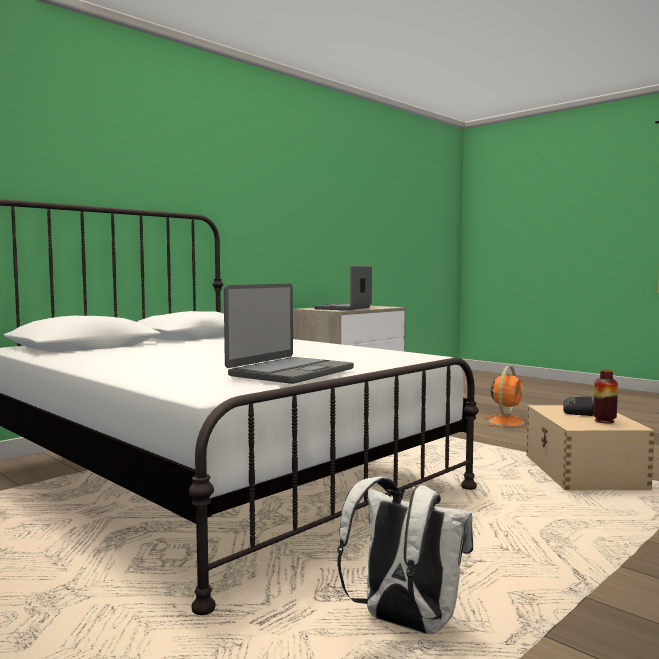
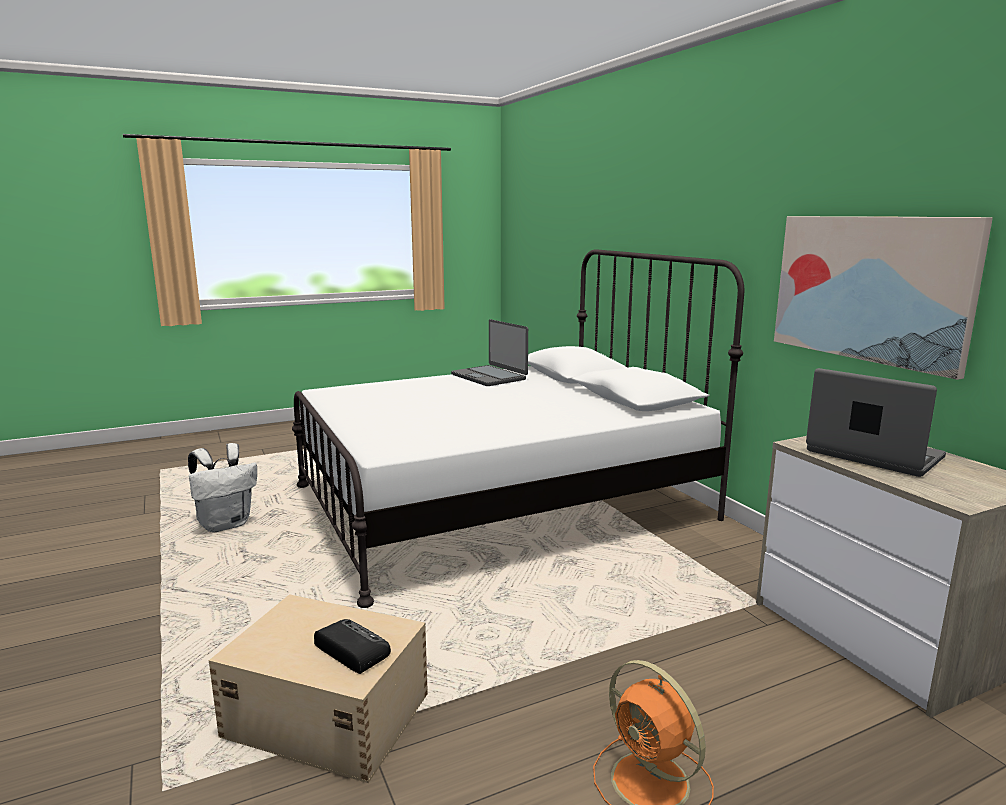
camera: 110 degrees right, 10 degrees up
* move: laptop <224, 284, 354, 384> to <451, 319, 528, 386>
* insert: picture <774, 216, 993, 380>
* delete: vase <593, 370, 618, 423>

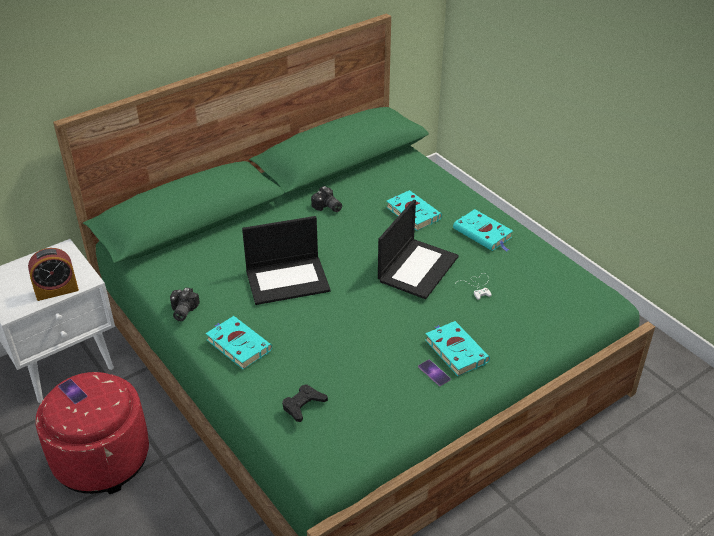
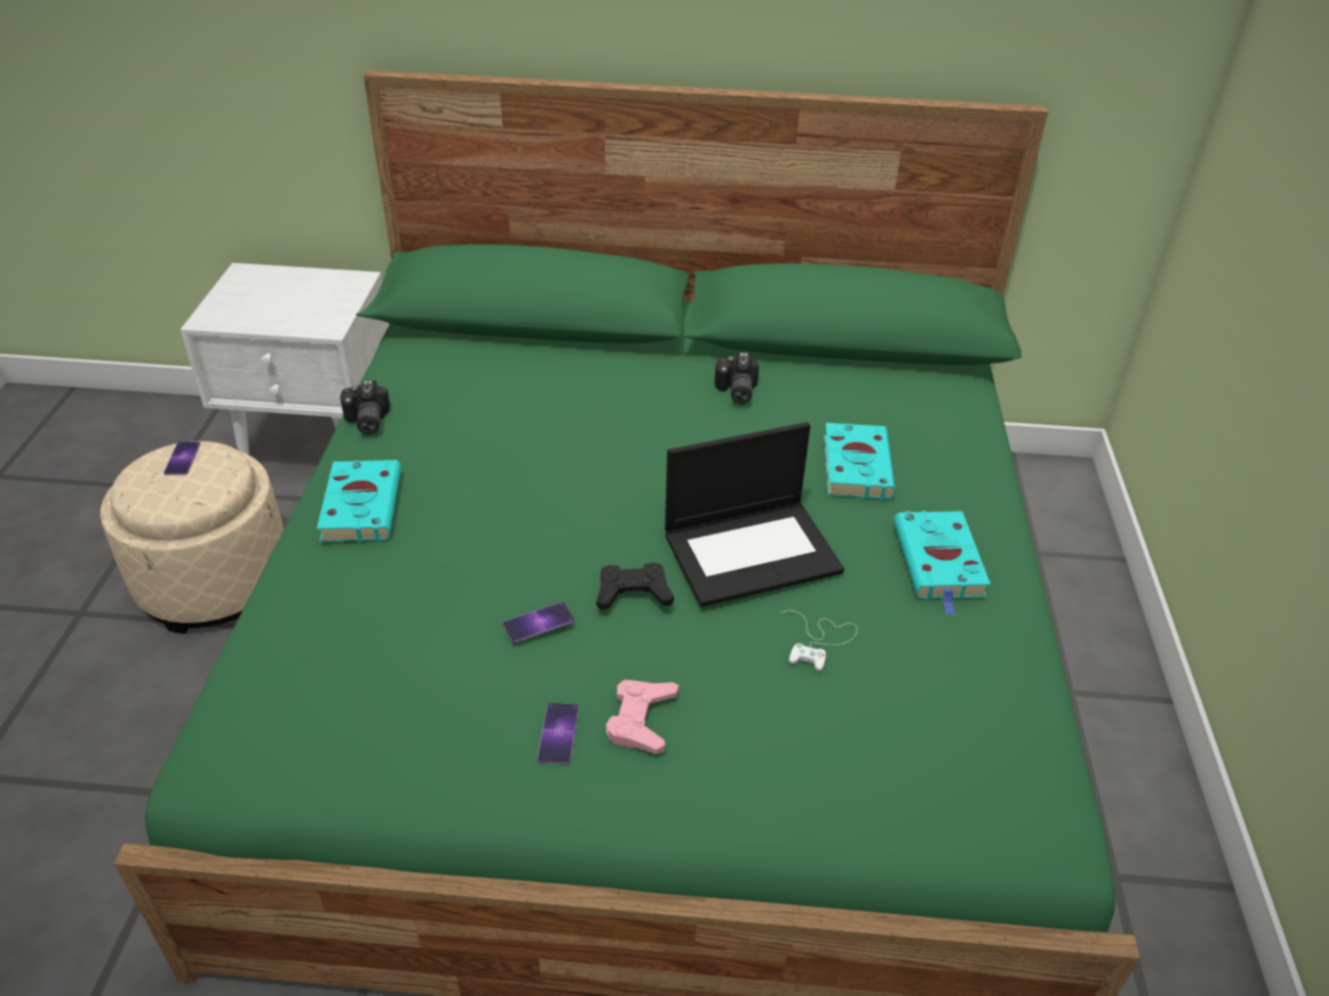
camera: 40 degrees right, 0 degrees up
* recolor: ottoman in red <36, 372, 149, 494> to ottoman in beige <100, 441, 284, 634>
* rotate: photo camera <170, 287, 200, 321> = <340, 380, 390, 435> 60 degrees counterclockwise
* insert: phone <503, 602, 574, 643>
* move: game controller in black <282, 384, 328, 422> to <596, 562, 674, 610>
* replace: book in turquoise <425, 321, 490, 376> to game controller in pink <606, 680, 679, 754>
* delete: alarm clock <28, 248, 79, 301>
* delete: laptop <242, 216, 331, 305>

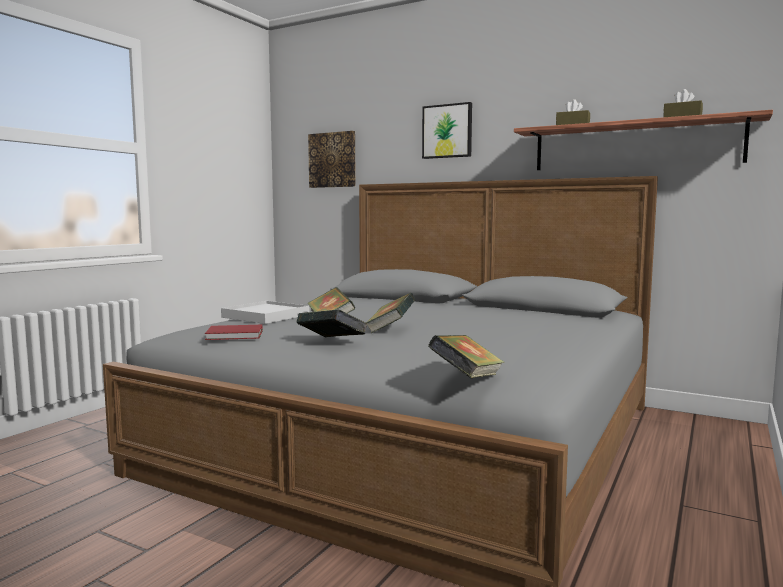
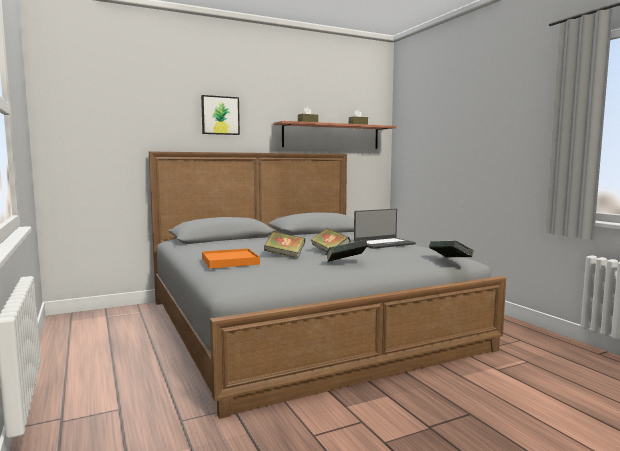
camera: 55 degrees left, 0 degrees up
* recolor: tray in white <221, 301, 309, 324> to tray in orange <202, 248, 260, 269>
* insert: laptop <354, 209, 416, 249>
* delete: book in red <205, 325, 263, 340>
* delete: picture <308, 131, 356, 188>

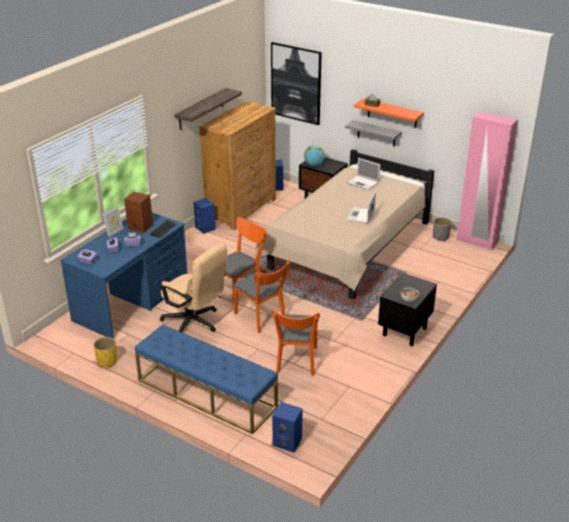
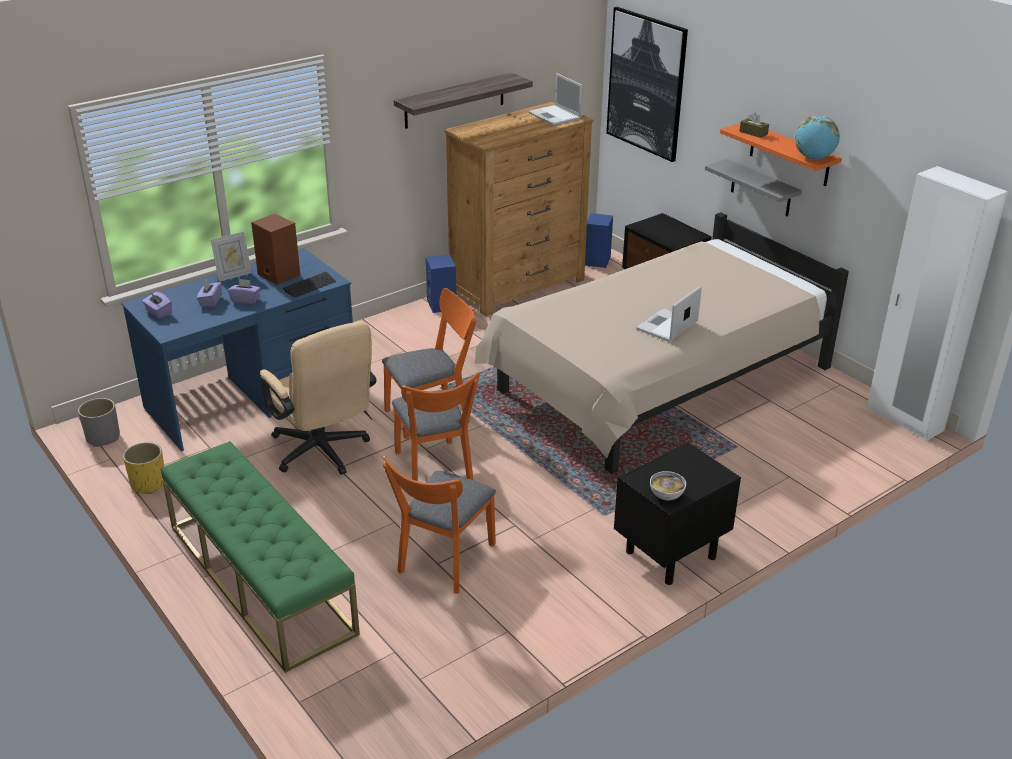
camera: 20 degrees right, 0 degrees up
* move: planter in grey <433, 217, 452, 242> to <78, 398, 120, 447>
* recolor: bench in blue <135, 324, 278, 434> to bench in green <161, 441, 360, 673>
* move: laptop <347, 158, 381, 190> to <528, 73, 583, 126>
* move: globe <304, 145, 325, 166> to <795, 115, 840, 159>
* recolor: wardrobe in pink <457, 111, 518, 250> to wardrobe in white <867, 166, 1008, 441>
* delete: speaker in blue <272, 402, 303, 453>

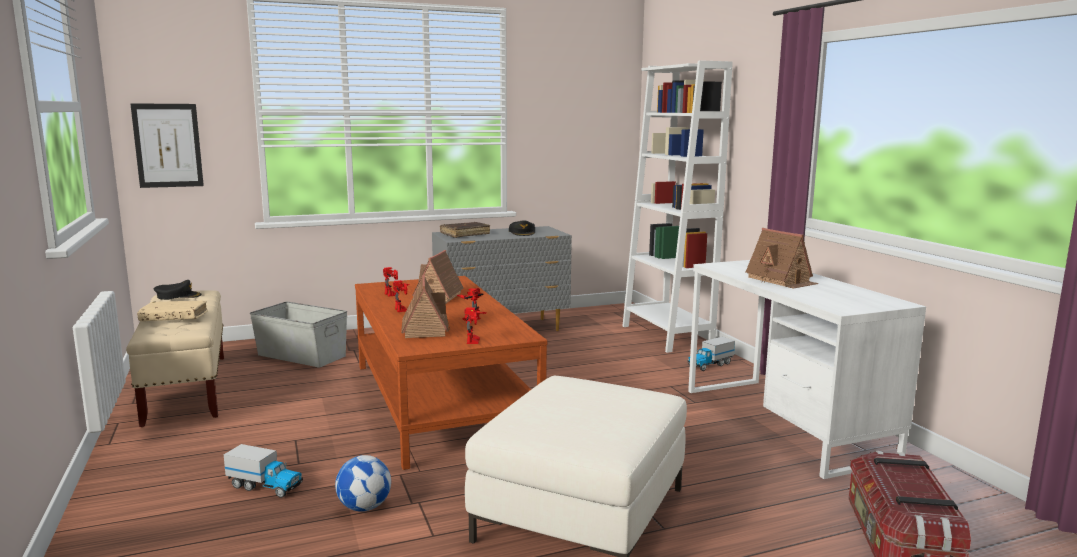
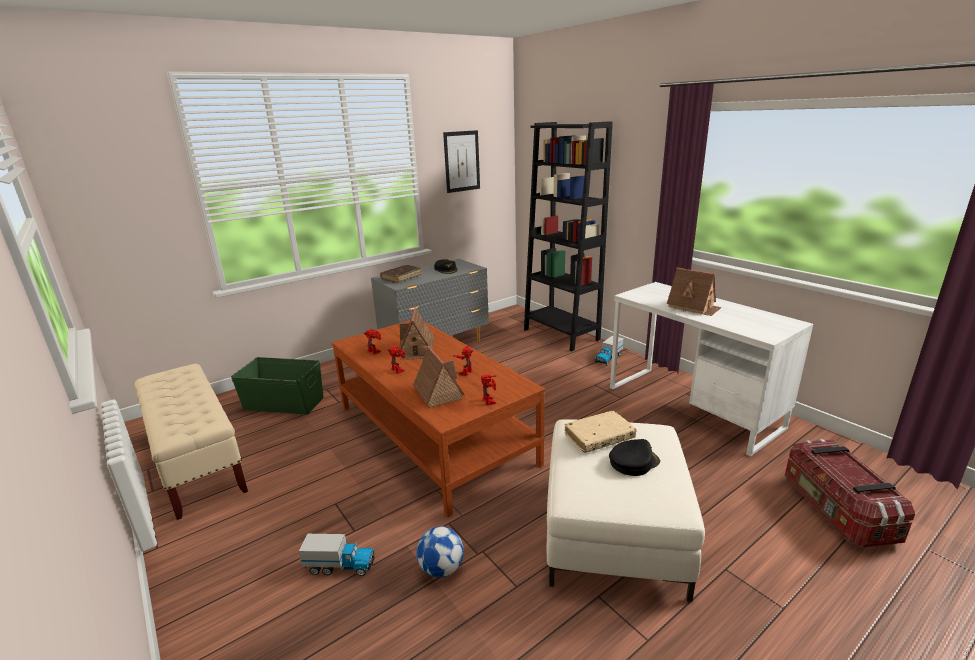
camera: 15 degrees left, 10 degrees up
* recolor: storage box in grey <250, 302, 348, 368> to storage box in green <231, 357, 323, 415>
* move: picture <131, 103, 204, 188> to <443, 130, 480, 193>
* recolor: bookcase in white <622, 61, 733, 353> to bookcase in black <524, 121, 613, 351>
* move: book in beige <137, 300, 208, 321> to <564, 411, 636, 453>
* move: cap in black <154, 280, 202, 300> to <609, 439, 660, 476>

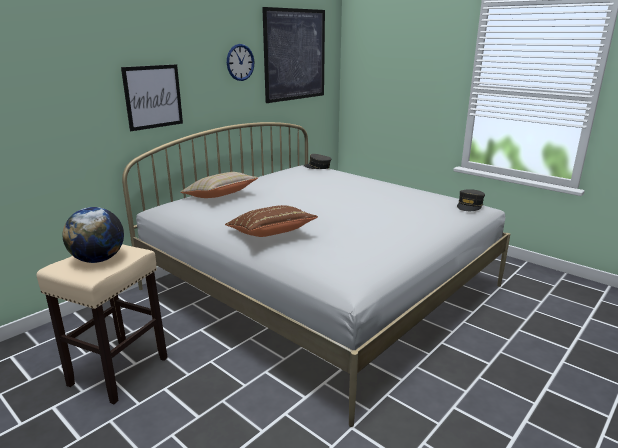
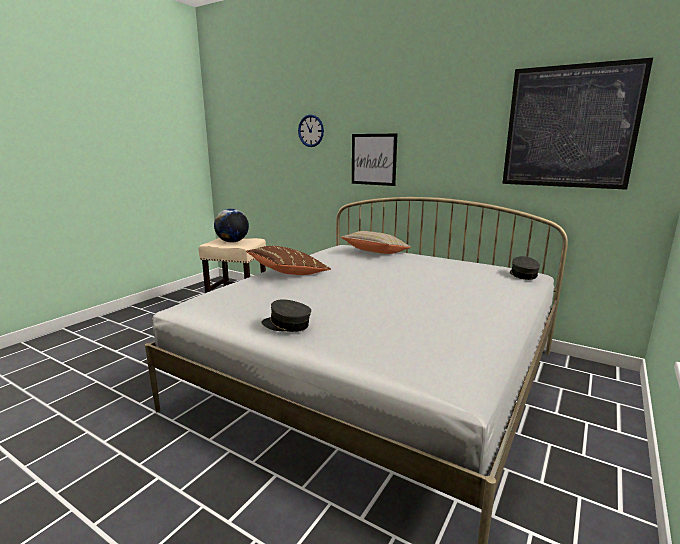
camera: 80 degrees right, 5 degrees down
* move: cap in grey <457, 189, 485, 211> to <261, 299, 311, 332>
* move: wall clock <227, 44, 254, 81> to <298, 115, 324, 147>

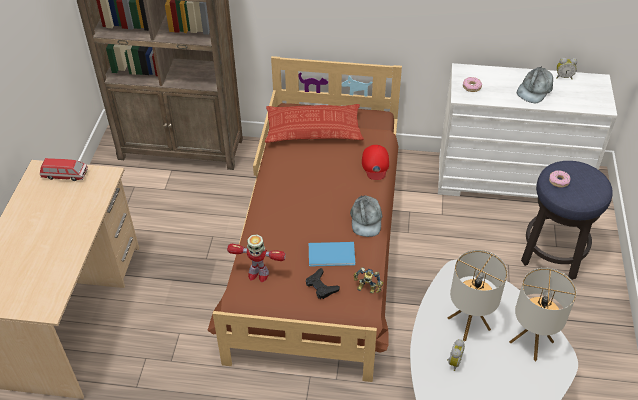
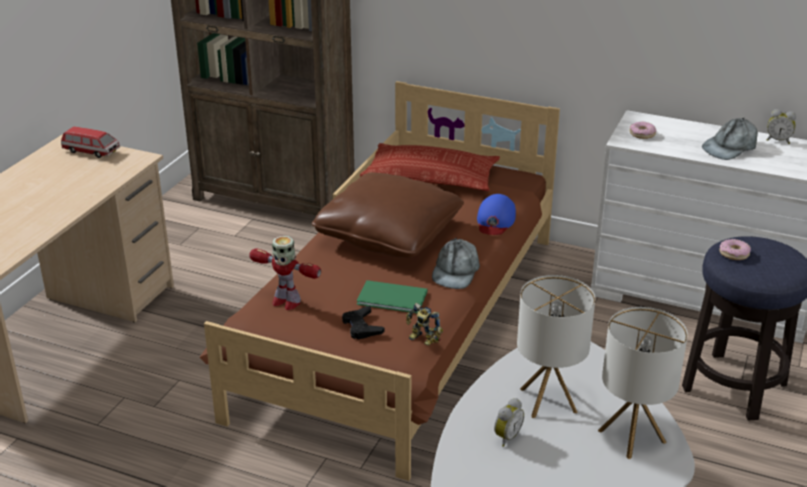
camera: 15 degrees right, 15 degrees down
* insert: pillow in brown <312, 172, 464, 258>
* recolor: book in blue <309, 242, 355, 267> to book in green <357, 280, 428, 313>
* recolor: cap in red <362, 145, 389, 180> to cap in blue <477, 194, 516, 235>

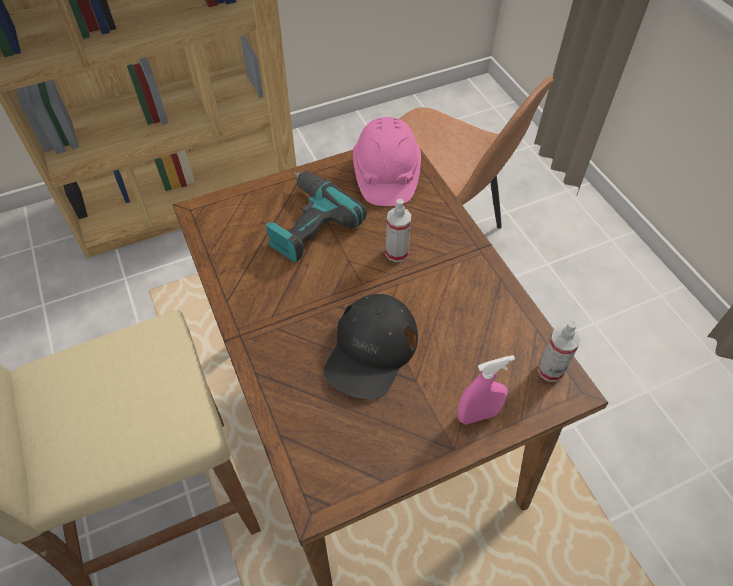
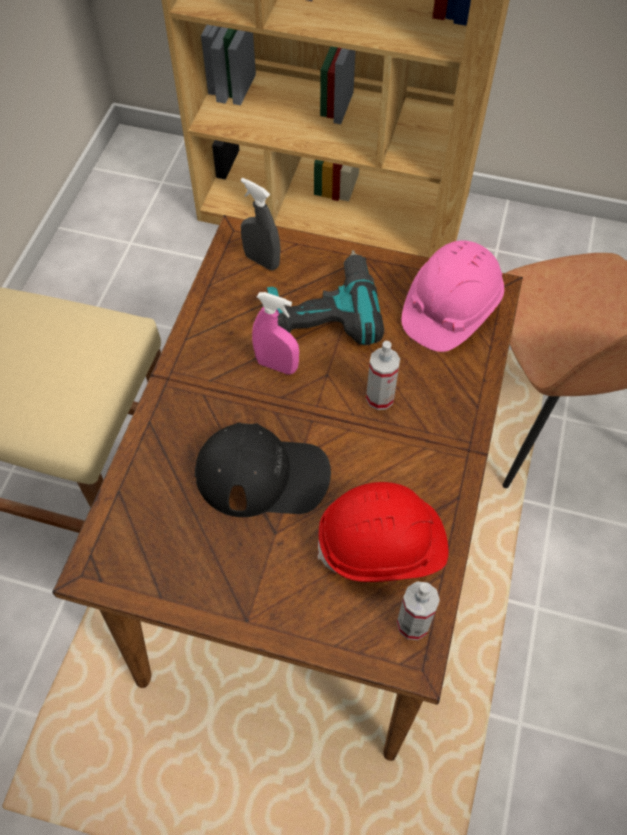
camera: 40 degrees right, 5 degrees up
* rotate: cap in black <323, 294, 418, 399> = <195, 422, 331, 517> 150 degrees counterclockwise
* insert: spray bottle in grey <241, 178, 281, 270>
* move: spray bottle in pink <457, 355, 515, 425> to <252, 292, 299, 375>
* insert: hard hat in red <317, 482, 448, 582>

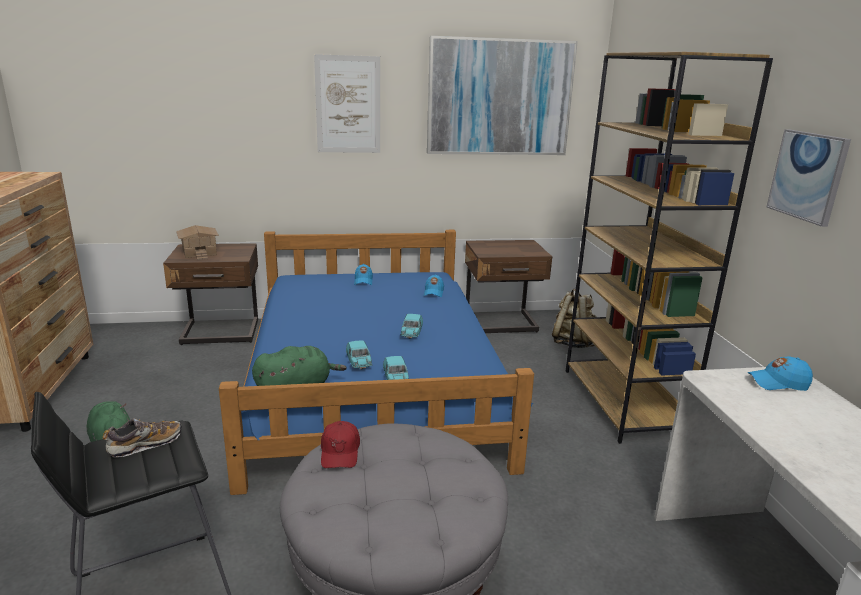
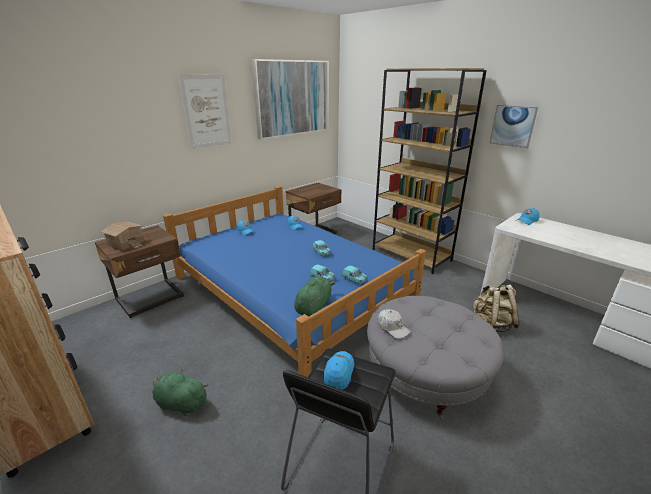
camera: 35 degrees left, 5 degrees up
* replace: shoe <102, 418, 181, 457> to cap in blue <324, 351, 354, 390>
* recolor: cap in red <321, 421, 360, 468> to cap in white <377, 309, 411, 339>
* move: backpack in beige <552, 289, 596, 348> to <473, 285, 520, 332>

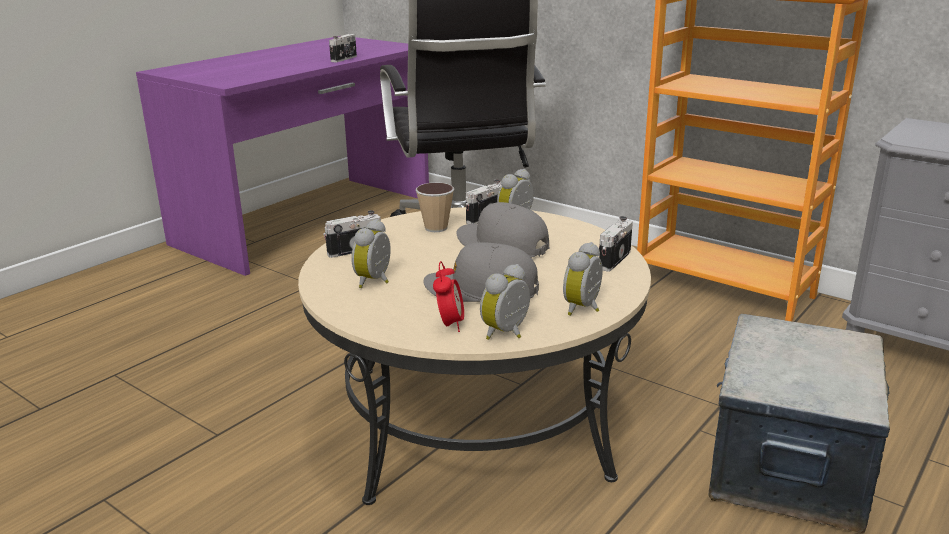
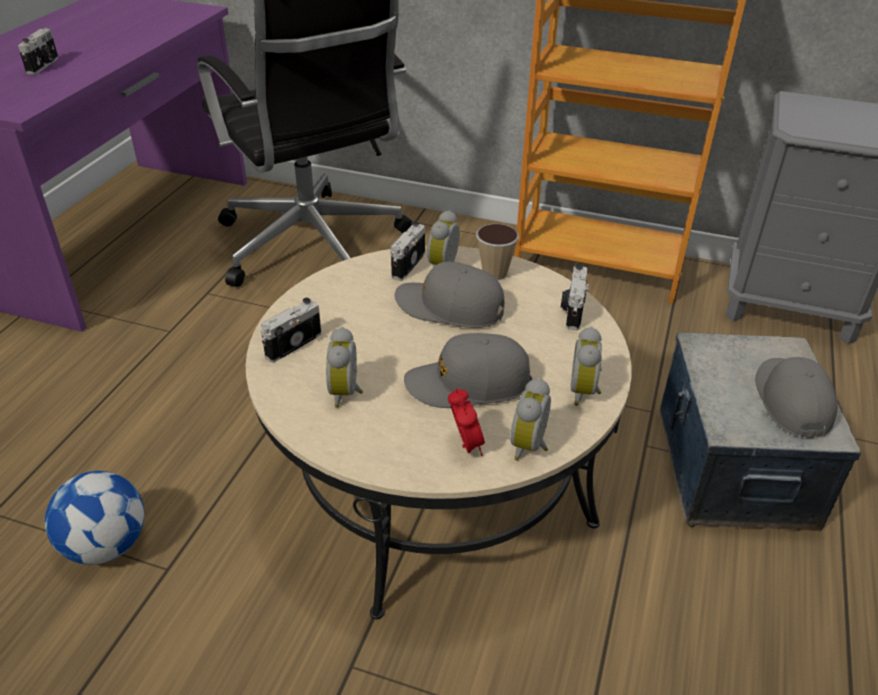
camera: 20 degrees left, 15 degrees up
* move: photo camera <329, 34, 357, 62> to <18, 28, 58, 75>
* insert: football <45, 471, 144, 565>
* move: cup <416, 183, 454, 232> to <476, 224, 519, 280>
* insert: cap in grey <755, 357, 838, 438>

